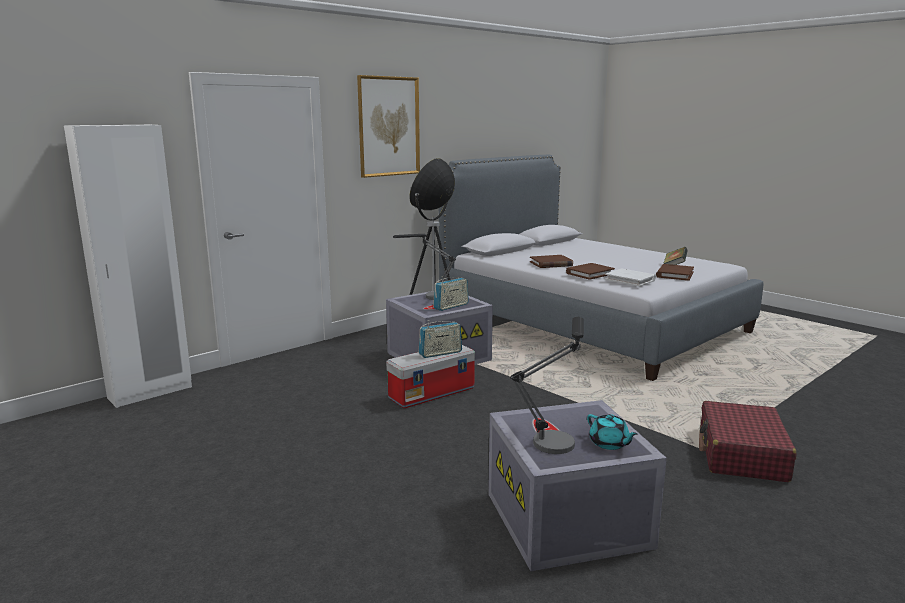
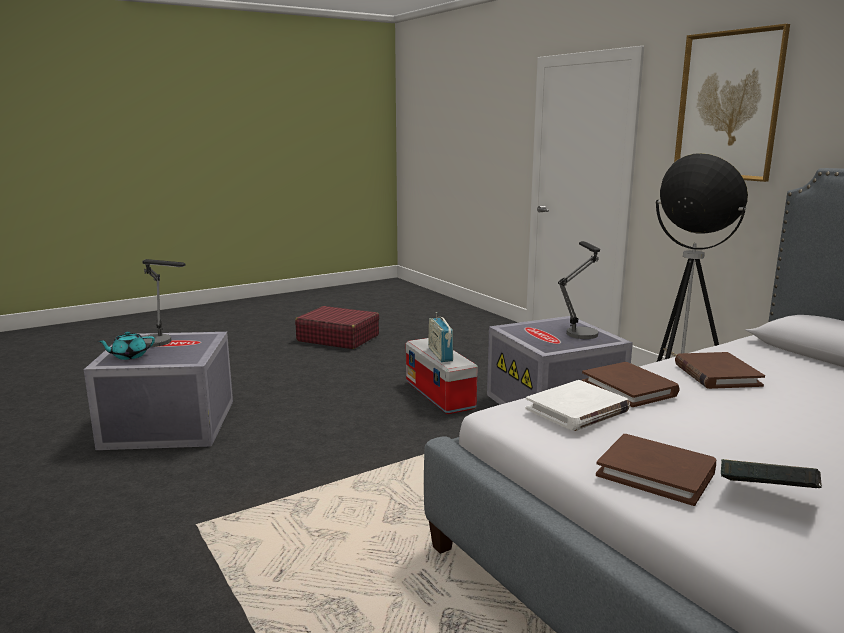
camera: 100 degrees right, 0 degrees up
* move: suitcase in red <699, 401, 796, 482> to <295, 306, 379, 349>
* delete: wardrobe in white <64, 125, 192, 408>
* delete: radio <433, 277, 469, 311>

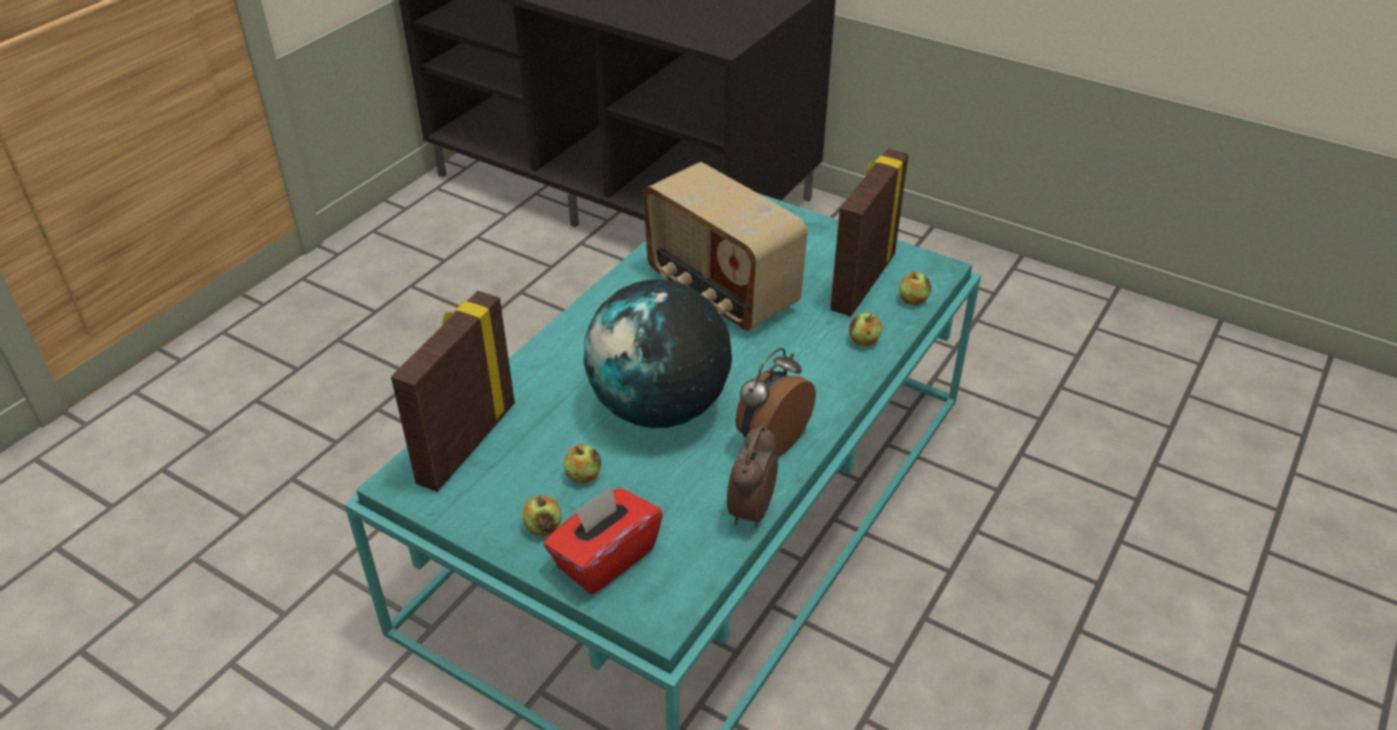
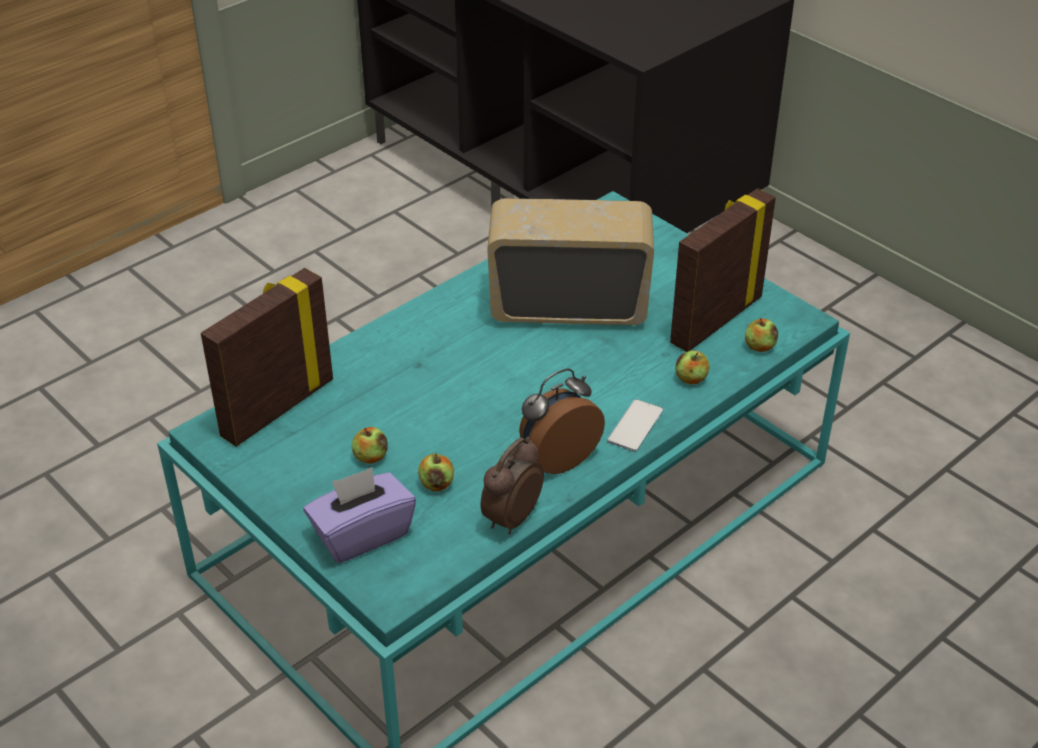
camera: 15 degrees right, 0 degrees up
* recolor: tissue box in red <544, 486, 663, 594> to tissue box in purple <304, 467, 416, 563>
* move: apple <522, 496, 562, 536> to <418, 453, 454, 491>
* rotate: radio <643, 162, 808, 331> = <487, 198, 654, 325> 120 degrees clockwise
* insert: phone <607, 399, 664, 452>
* delete: globe <584, 279, 732, 428>

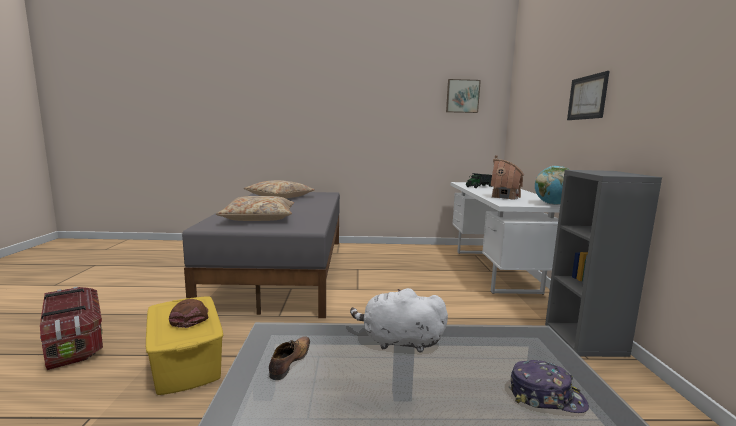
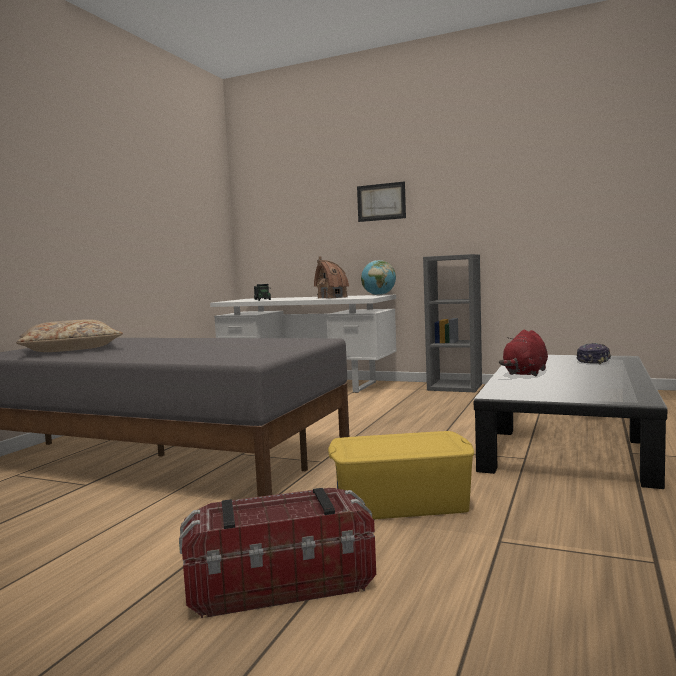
camera: 65 degrees left, 5 degrees down
* recolor: plush toy in white <350, 288, 448, 353> to plush toy in red <499, 330, 548, 377>
* delete: cap in brown <169, 299, 208, 328>
* delete: pillow in beige <216, 196, 294, 221>
* delete: shoe <269, 336, 310, 380>
* delete: picture <446, 79, 481, 113>

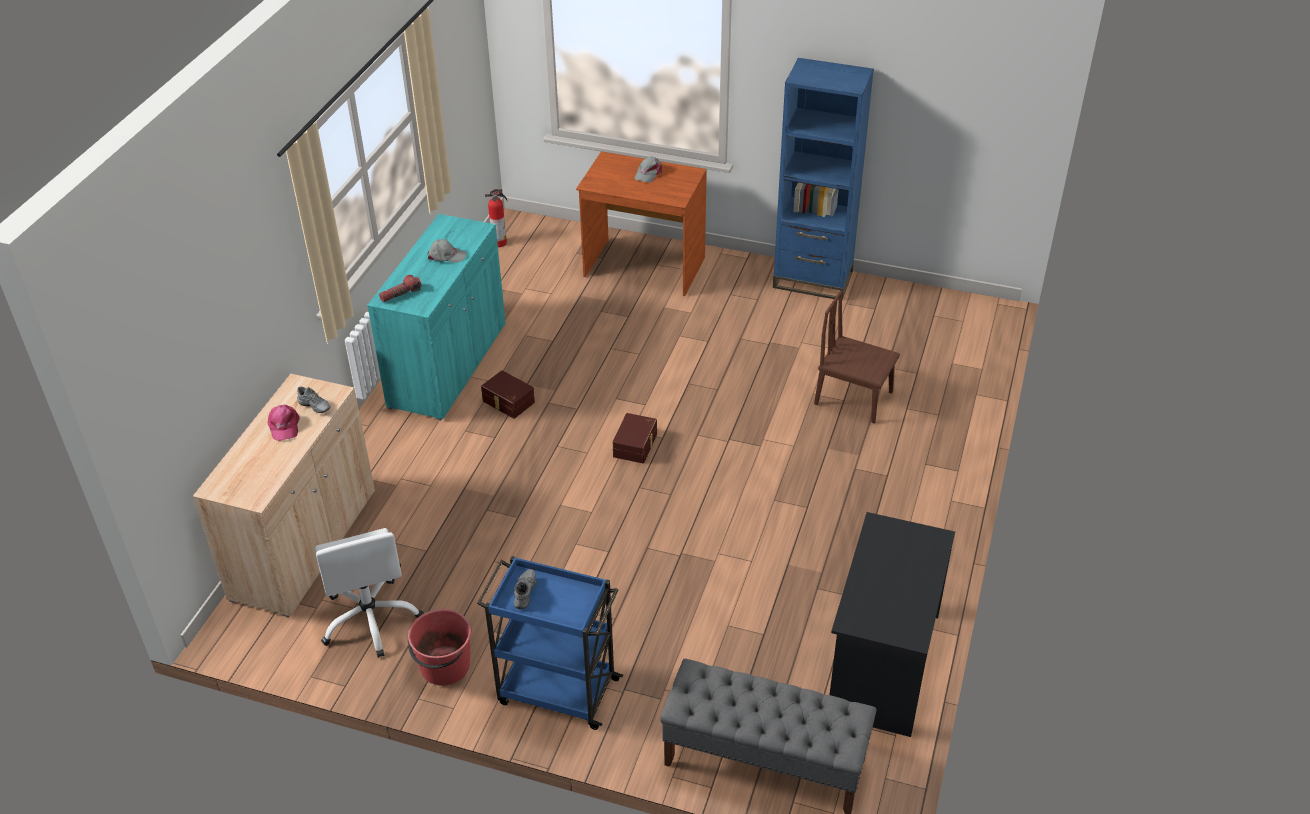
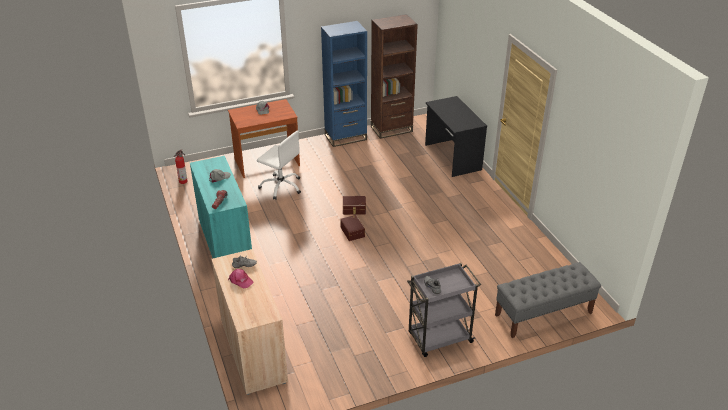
camera: 40 degrees left, 5 degrees down
* move: office chair in white <315, 528, 424, 658> to <257, 131, 301, 200>
* move: storage box in brown <481, 370, 535, 419> to <343, 196, 366, 215>
* insert: bookcase in brown <371, 14, 418, 139>
* recolor: cart in blue <477, 556, 623, 730> to cart in grey <407, 263, 481, 357>
* move: desk in black <830, 512, 955, 737> to <425, 96, 487, 177>
* delete: bucket in red <408, 609, 471, 686>
* delete: chair in brown <814, 290, 900, 424>

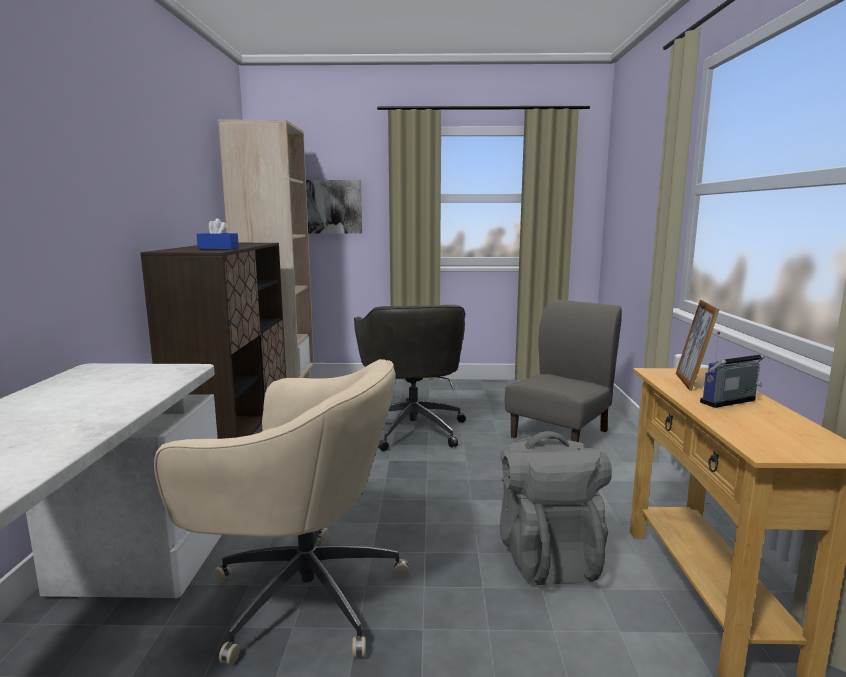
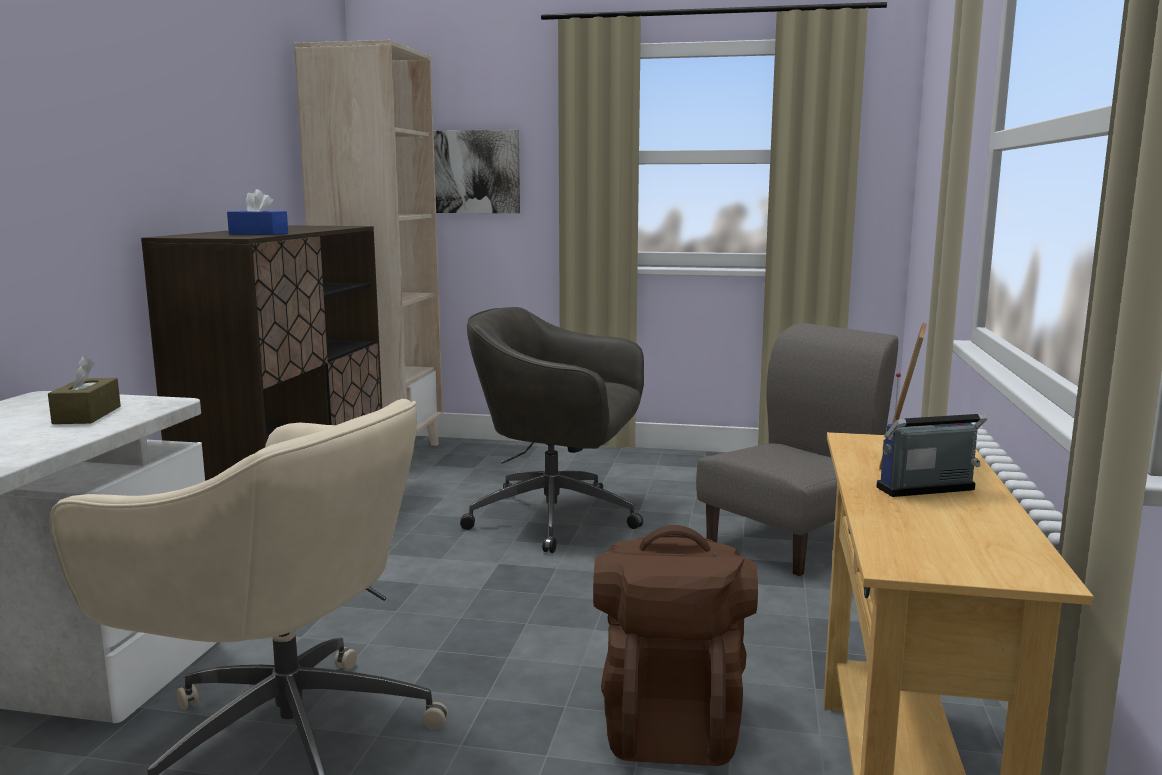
camera: 10 degrees right, 0 degrees up
* insert: tissue box in brown <48, 356, 121, 424>
* rotate: office chair in grey <354, 305, 466, 451> = <460, 307, 644, 553> 105 degrees clockwise
* recolor: backpack in grey <499, 431, 612, 585> to backpack in brown <593, 525, 758, 766>

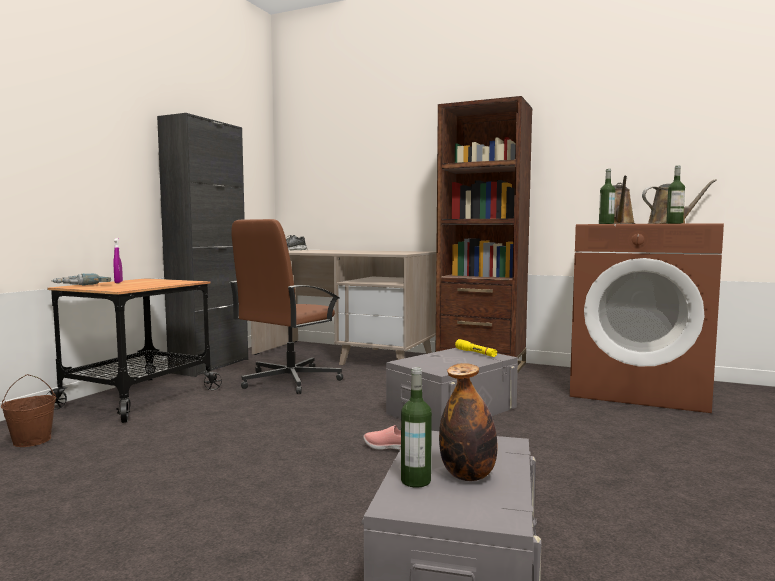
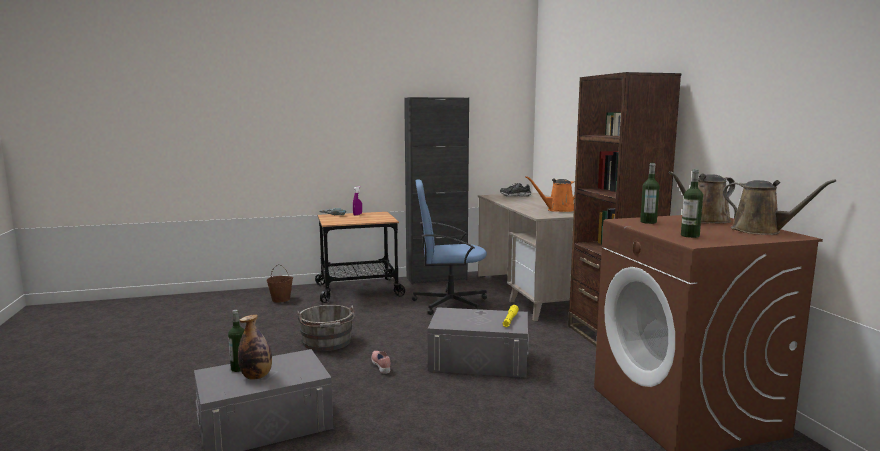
camera: 50 degrees right, 5 degrees up
* insert: bucket in grey <297, 305, 354, 351>
* recolor: office chair in brown <230, 219, 343, 394> to office chair in blue <412, 179, 487, 315>
* insert: watering can in orange <525, 176, 575, 212>

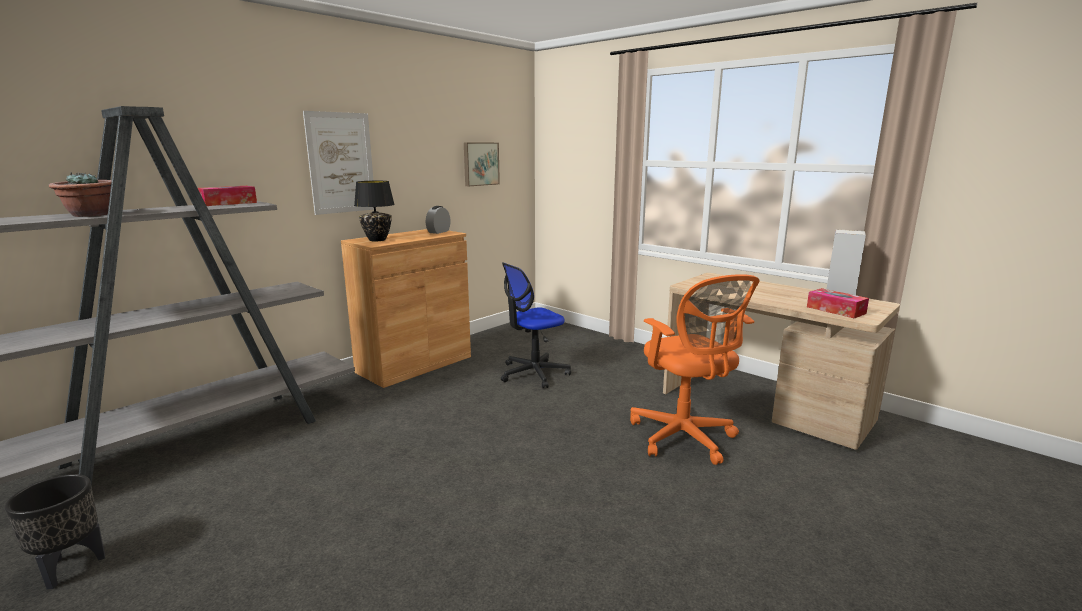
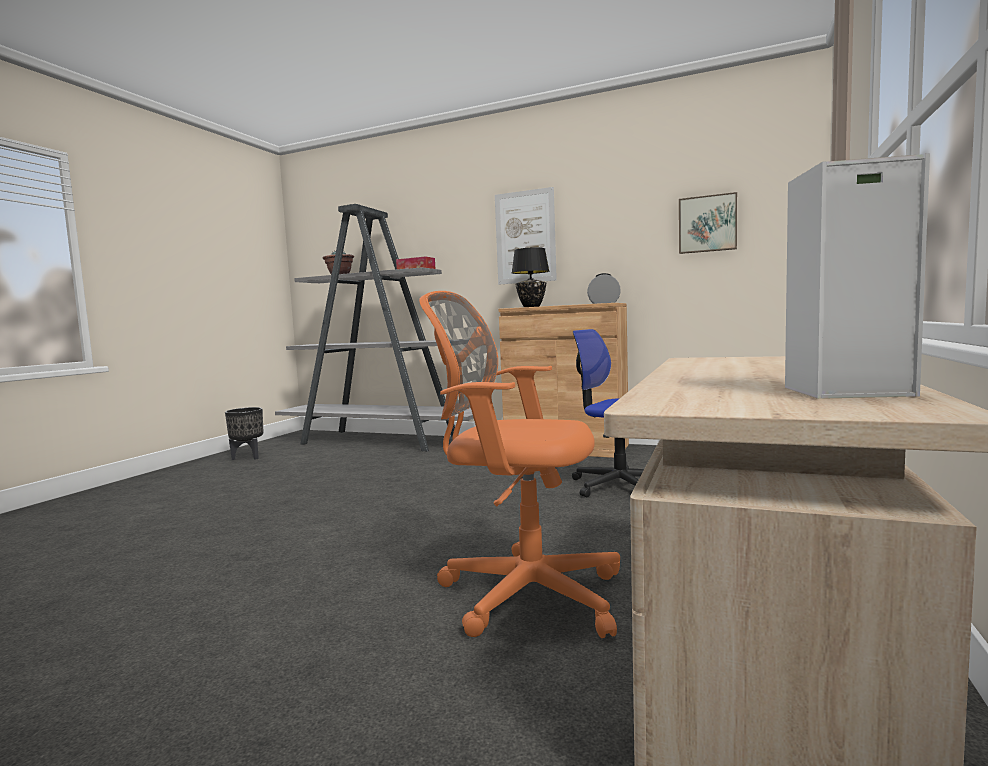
camera: 70 degrees right, 10 degrees down
* rotate: office chair in orange <630, 274, 760, 465> = <419, 291, 620, 638> 60 degrees clockwise
* delete: tissue box <807, 288, 869, 318>

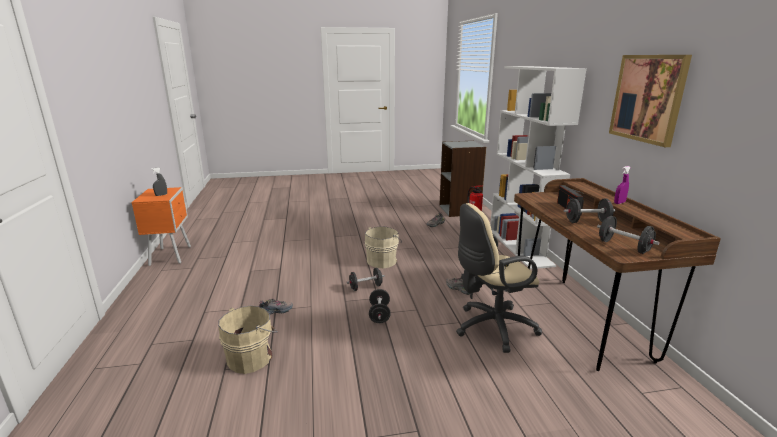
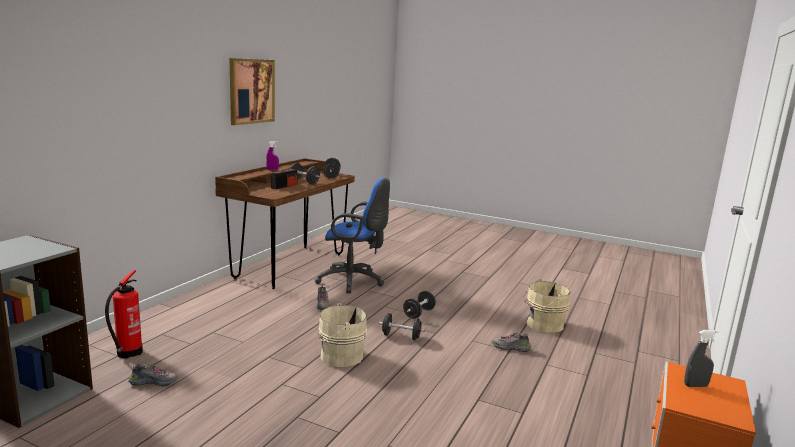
camera: 145 degrees left, 5 degrees down
* recolor: office chair in beige <456, 203, 542, 353> to office chair in blue <315, 178, 390, 293>
* delete: bookcase in white <490, 66, 587, 269>

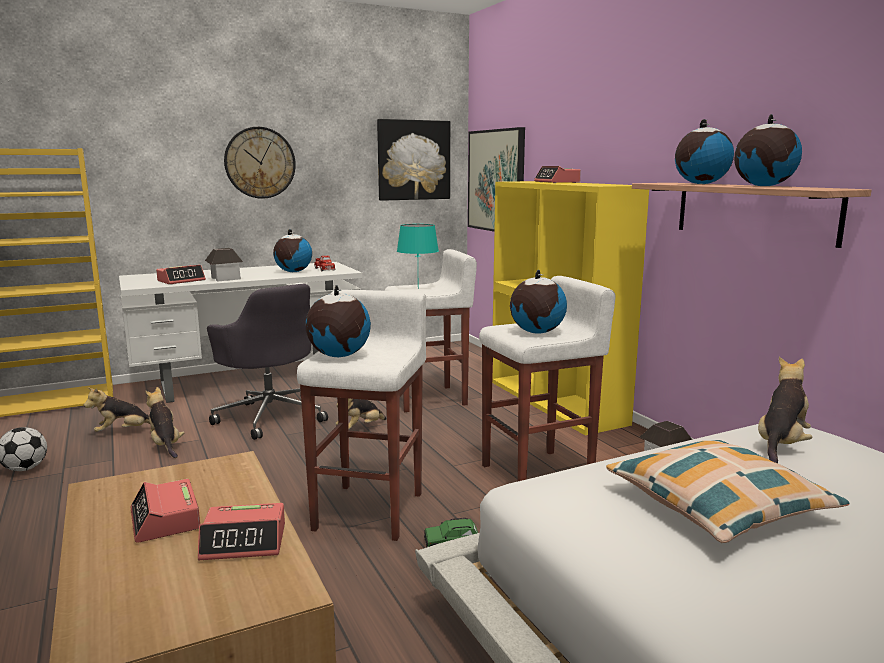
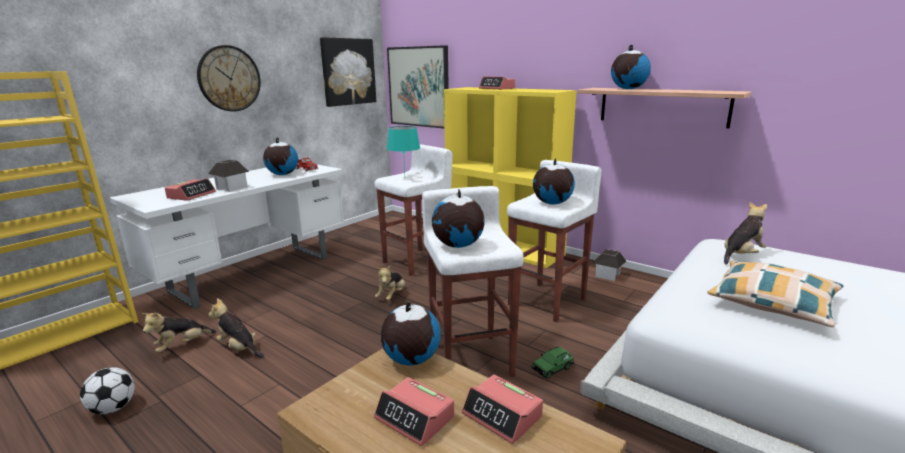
camera: 25 degrees left, 5 degrees up
* move: globe <734, 114, 802, 186> to <381, 302, 441, 366>
* rotate: alarm clock <198, 503, 285, 560> = <462, 375, 543, 444> 75 degrees clockwise
* rotate: plush toy <758, 357, 812, 464> = <724, 201, 767, 265> 45 degrees clockwise
* delete: office chair in grey <207, 284, 328, 440>

